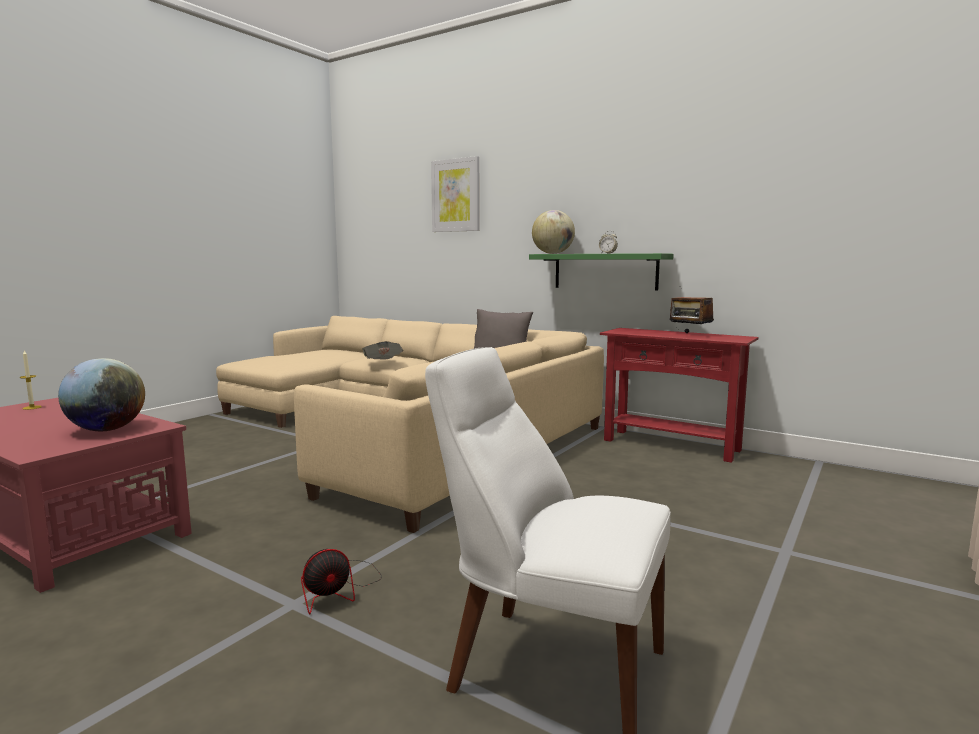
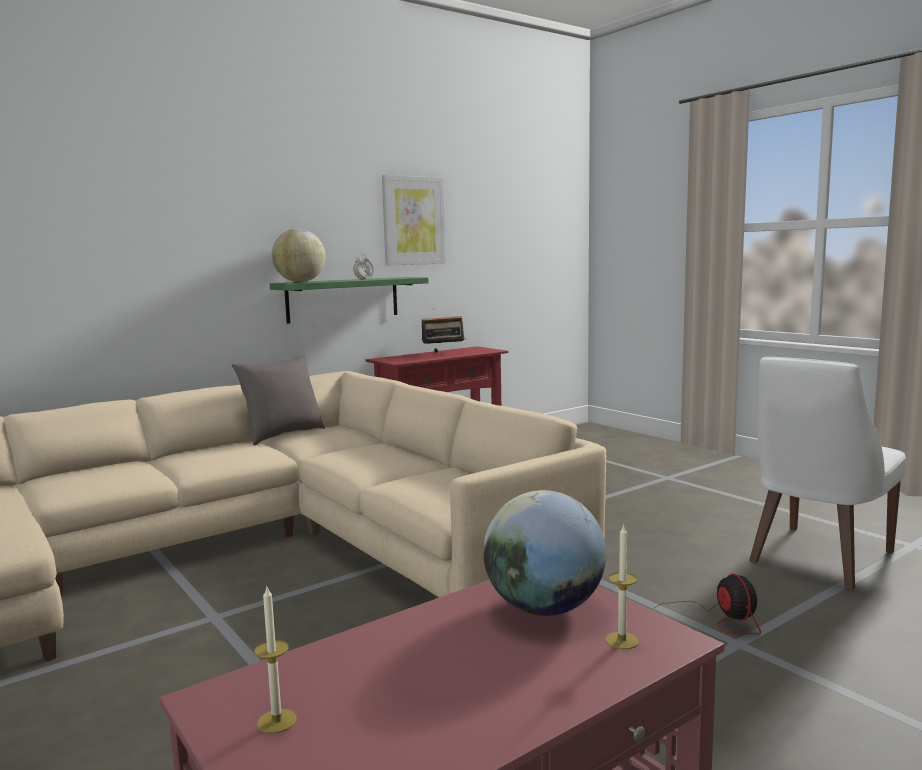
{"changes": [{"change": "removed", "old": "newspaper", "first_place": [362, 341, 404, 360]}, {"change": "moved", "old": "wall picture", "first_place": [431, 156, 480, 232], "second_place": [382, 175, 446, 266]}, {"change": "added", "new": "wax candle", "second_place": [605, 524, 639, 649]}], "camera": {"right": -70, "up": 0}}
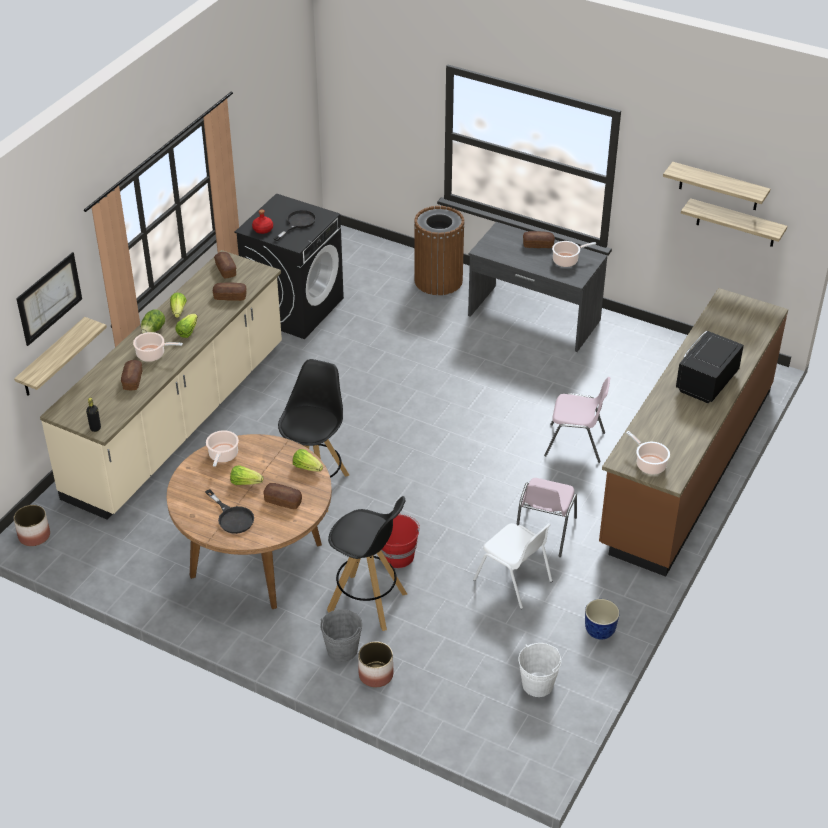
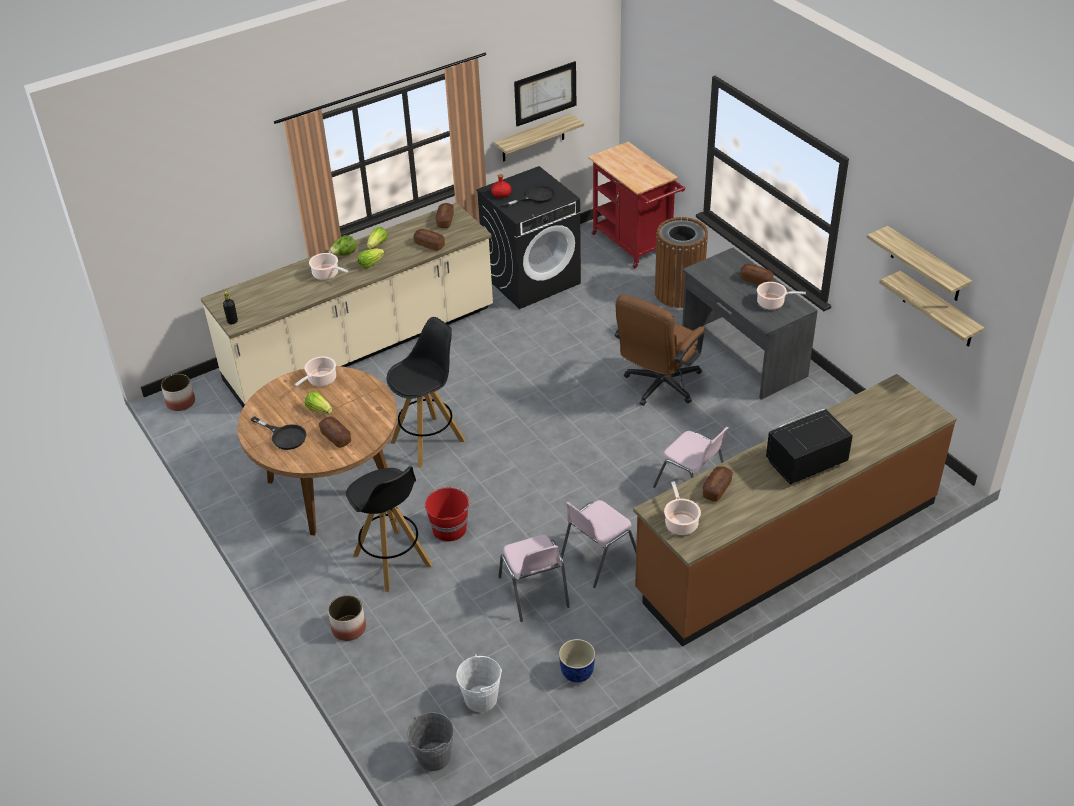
{"changes": [{"change": "moved", "old": "bracket shelf", "first_place": [14, 317, 107, 396], "second_place": [494, 114, 584, 162]}, {"change": "moved", "old": "wall picture", "first_place": [16, 252, 82, 346], "second_place": [514, 61, 576, 126]}, {"change": "moved", "old": "baked bread", "first_place": [121, 360, 142, 390], "second_place": [703, 466, 733, 502]}, {"change": "turned", "old": "black pan", "first_place": [205, 489, 254, 534], "second_place": [250, 416, 307, 450], "degrees": -45}, {"change": "removed", "old": "lettuce", "first_place": [293, 449, 323, 472]}, {"change": "moved", "old": "greyish bucket", "first_place": [320, 609, 362, 662], "second_place": [407, 712, 454, 771]}, {"change": "recoloured", "old": "white-coloured plain chair", "new": "pinkish plain chair", "first_place": [473, 523, 552, 609], "second_place": [499, 535, 570, 622]}, {"change": "added", "new": "reddish wheeled cart", "second_place": [588, 142, 685, 268]}, {"change": "added", "new": "brownish desk chair", "second_place": [615, 294, 704, 406]}], "camera": {"right": 30, "up": 0}}
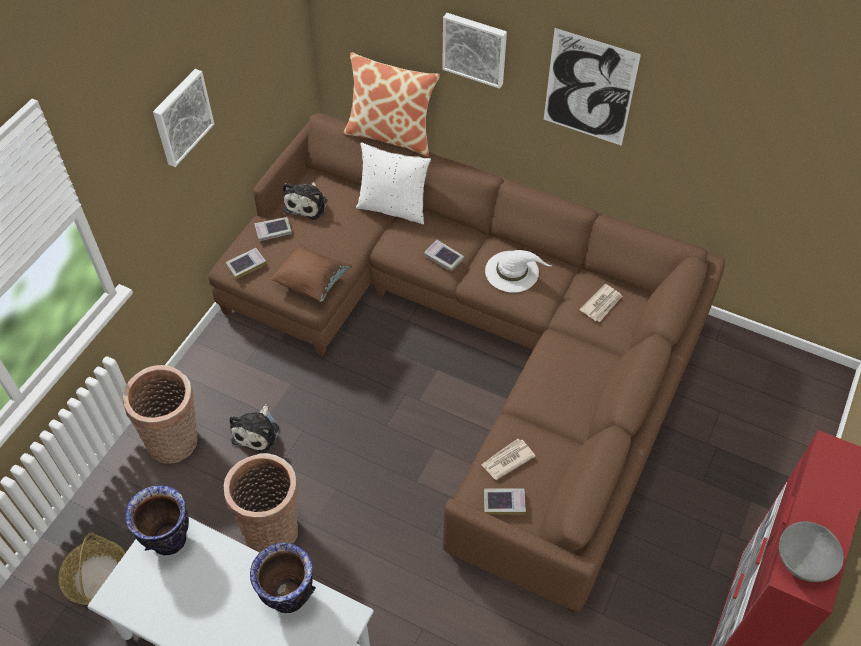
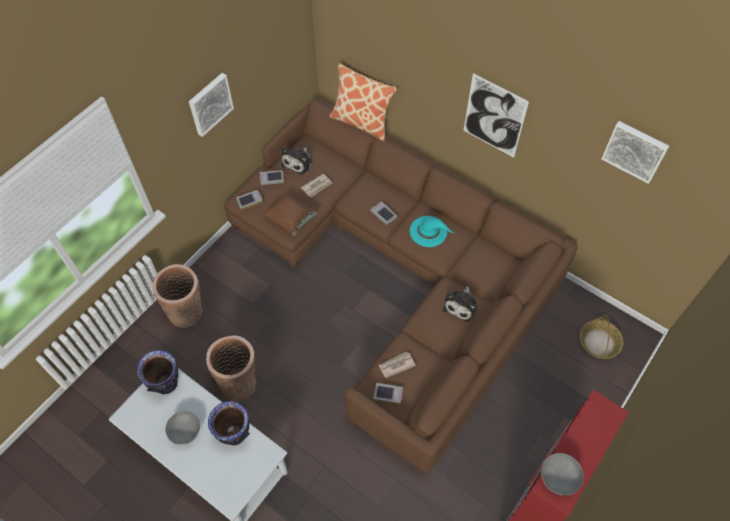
{"changes": [{"change": "moved", "old": "household basket", "first_place": [58, 532, 125, 605], "second_place": [580, 315, 623, 359]}, {"change": "moved", "old": "plush toy", "first_place": [229, 404, 279, 453], "second_place": [443, 286, 477, 322]}, {"change": "removed", "old": "white-coloured pillow", "first_place": [356, 142, 431, 224]}, {"change": "moved", "old": "wall picture", "first_place": [442, 13, 507, 89], "second_place": [601, 121, 669, 184]}, {"change": "recoloured", "old": "white-coloured clothing hat", "new": "turquoise-coloured clothing hat", "first_place": [485, 250, 551, 293], "second_place": [410, 216, 454, 247]}, {"change": "moved", "old": "newspaper", "first_place": [579, 284, 622, 322], "second_place": [301, 173, 332, 197]}, {"change": "added", "new": "greyish bowl", "second_place": [165, 411, 200, 445]}], "camera": {"right": 10, "up": 5}}
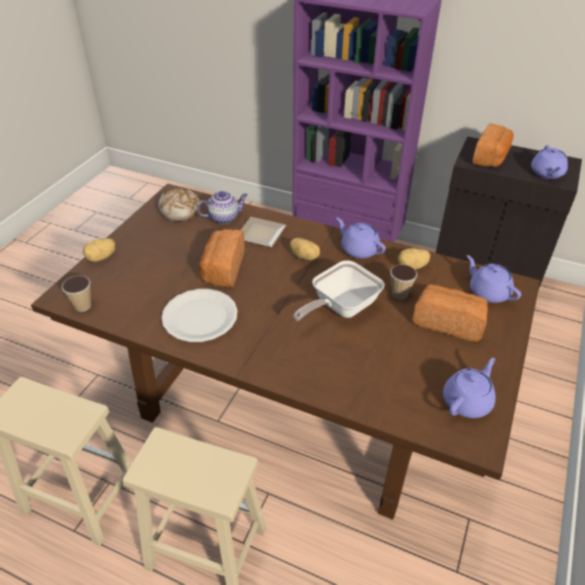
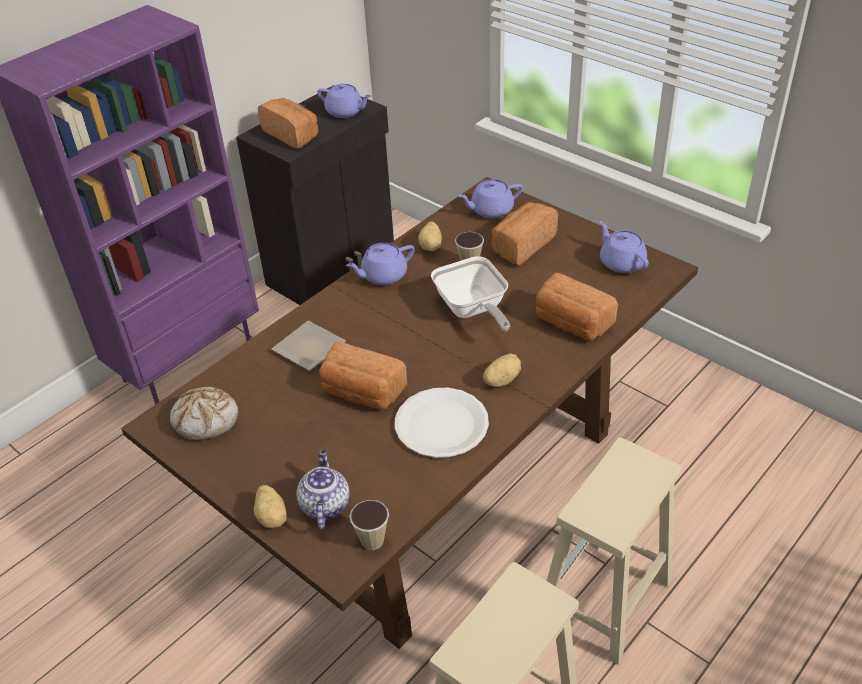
{"changes": [{"change": "moved", "old": "teapot", "first_place": [197, 191, 248, 224], "second_place": [297, 450, 350, 529]}, {"change": "moved", "old": "whole potato", "first_place": [290, 238, 320, 260], "second_place": [483, 353, 521, 387]}, {"change": "added", "new": "baked bread", "second_place": [536, 273, 618, 340]}], "camera": {"right": -70, "up": 0}}
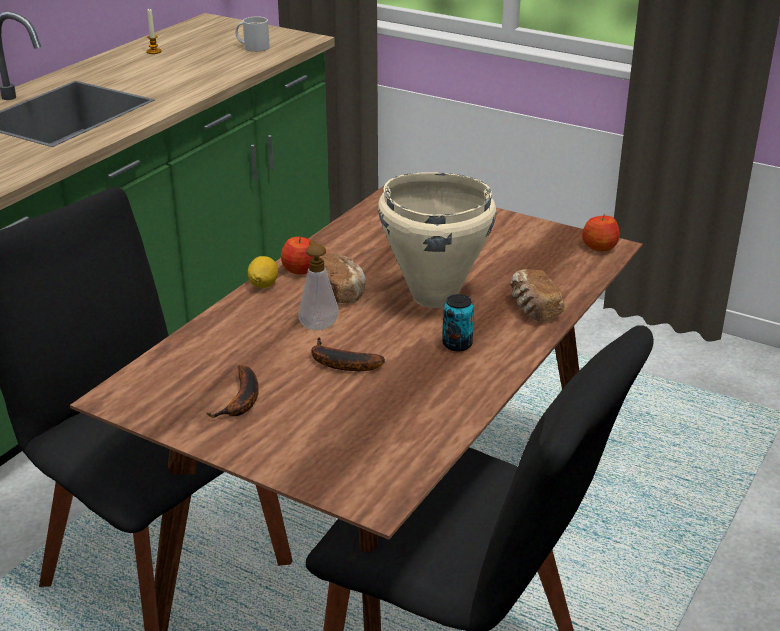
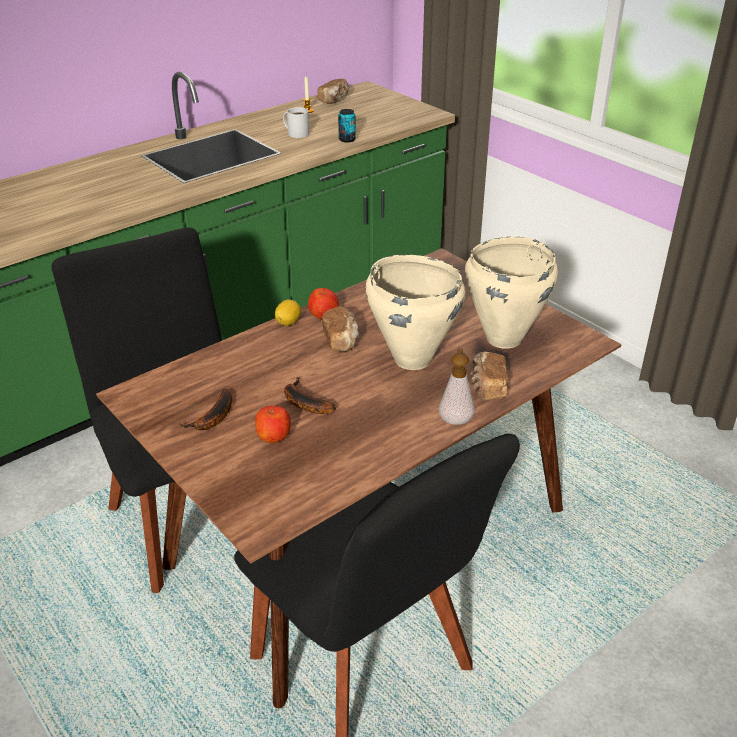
{"changes": [{"change": "moved", "old": "white-coloured tea mug", "first_place": [235, 16, 270, 52], "second_place": [283, 107, 309, 138]}, {"change": "moved", "old": "liquid soap bottle", "first_place": [298, 240, 339, 330], "second_place": [438, 348, 475, 425]}, {"change": "moved", "old": "can", "first_place": [442, 294, 474, 351], "second_place": [338, 109, 356, 143]}, {"change": "moved", "old": "apple fruit", "first_place": [582, 216, 620, 251], "second_place": [255, 406, 291, 443]}, {"change": "added", "new": "baked bread", "second_place": [317, 79, 349, 104]}, {"change": "added", "new": "beige stockpot", "second_place": [465, 237, 558, 349]}], "camera": {"right": 20, "up": 5}}
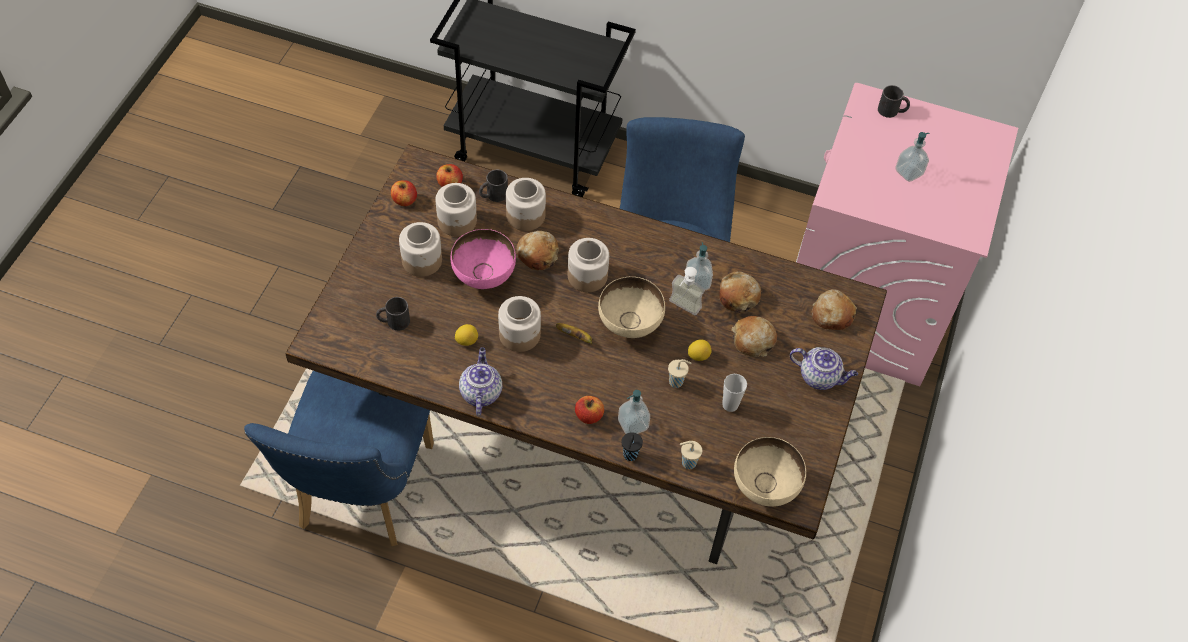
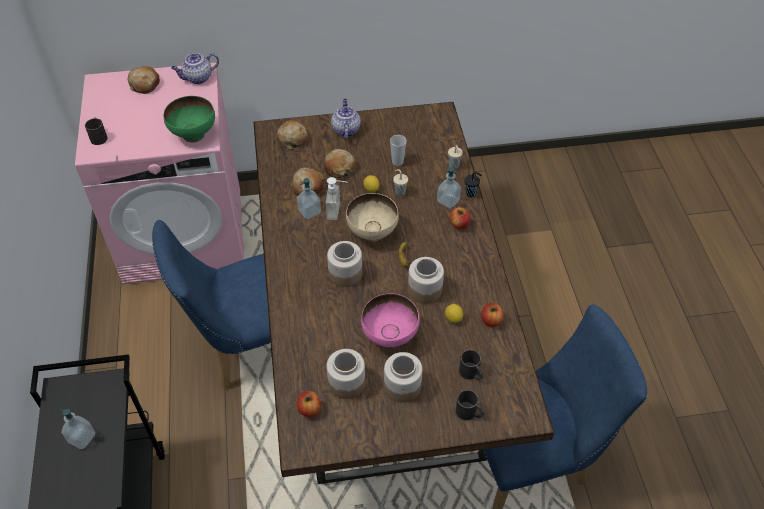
{"changes": [{"change": "moved", "old": "apple fruit", "first_place": [391, 180, 417, 206], "second_place": [481, 303, 504, 327]}, {"change": "moved", "old": "teapot", "first_place": [459, 347, 502, 416], "second_place": [171, 53, 219, 84]}, {"change": "moved", "old": "black tea mug", "first_place": [479, 170, 508, 202], "second_place": [456, 390, 484, 420]}, {"change": "removed", "old": "jar", "first_place": [506, 178, 546, 231]}, {"change": "moved", "old": "baked bread", "first_place": [516, 231, 559, 271], "second_place": [127, 66, 160, 94]}, {"change": "removed", "old": "beige bowl", "first_place": [734, 437, 806, 507]}, {"change": "moved", "old": "liquid soap bottle", "first_place": [895, 132, 929, 182], "second_place": [60, 409, 95, 449]}, {"change": "added", "new": "green bowl", "second_place": [164, 96, 215, 143]}], "camera": {"right": -115, "up": -5}}
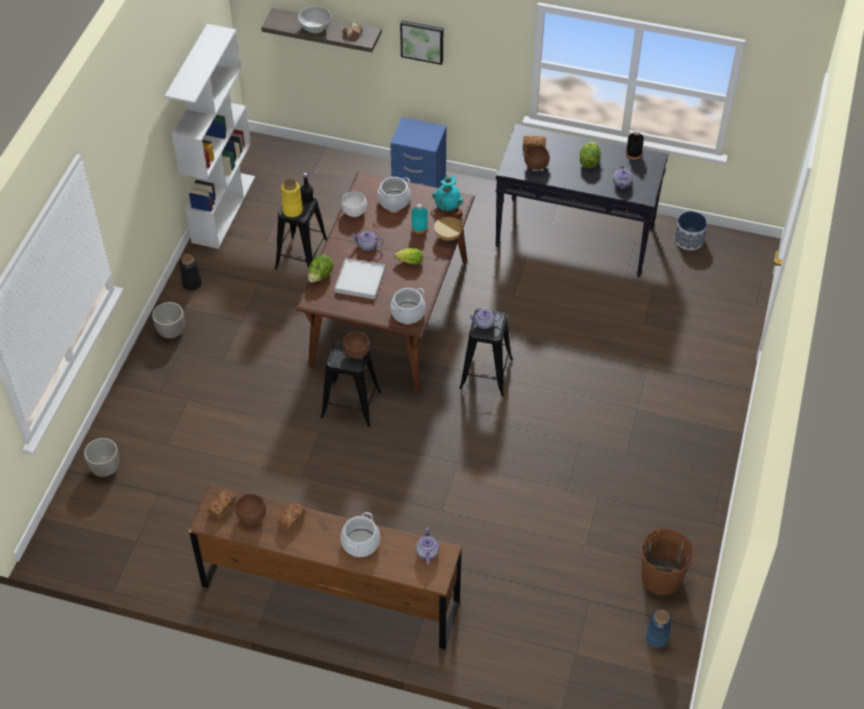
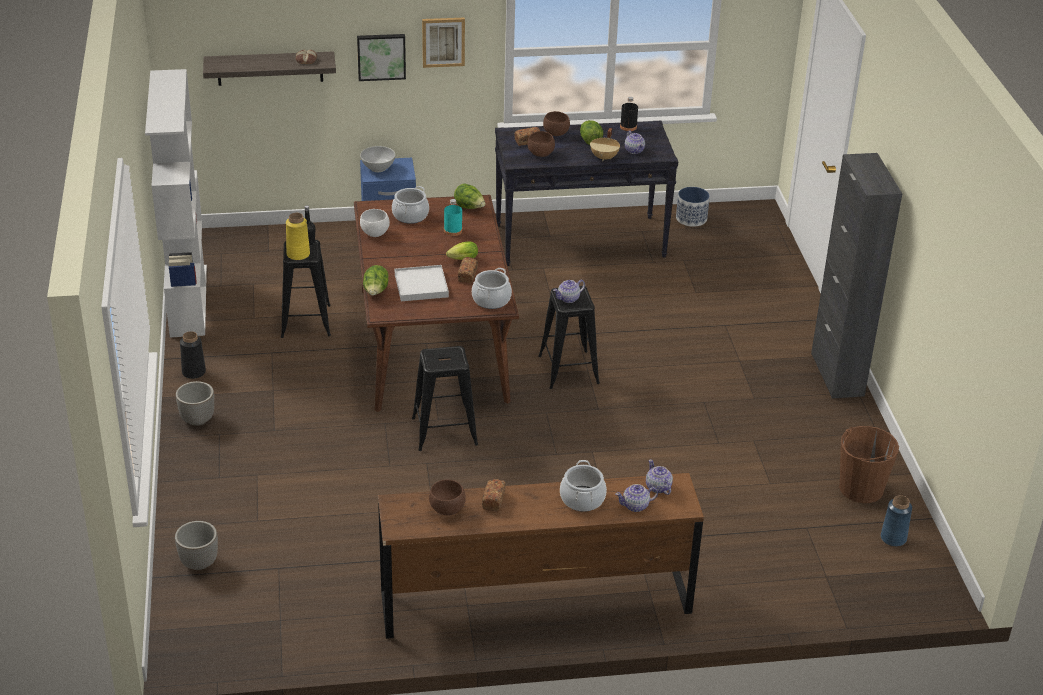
{"changes": [{"change": "moved", "old": "baked bread", "first_place": [208, 489, 236, 520], "second_place": [458, 257, 478, 283]}, {"change": "moved", "old": "white-coloured bowl", "first_place": [298, 6, 331, 33], "second_place": [360, 146, 396, 172]}, {"change": "moved", "old": "brownish bowl", "first_place": [343, 332, 370, 358], "second_place": [543, 111, 570, 136]}, {"change": "moved", "old": "teapot", "first_place": [351, 231, 384, 251], "second_place": [615, 484, 658, 512]}, {"change": "replaced", "old": "turquoise-coloured decorative vase", "new": "lettuce", "first_place": [432, 176, 463, 211], "second_place": [454, 183, 485, 209]}, {"change": "moved", "old": "beige stockpot", "first_place": [434, 210, 463, 241], "second_place": [590, 128, 620, 161]}, {"change": "added", "new": "wall picture", "second_place": [422, 18, 465, 68]}, {"change": "added", "new": "black cabinet", "second_place": [811, 153, 902, 399]}], "camera": {"right": -25, "up": -15}}
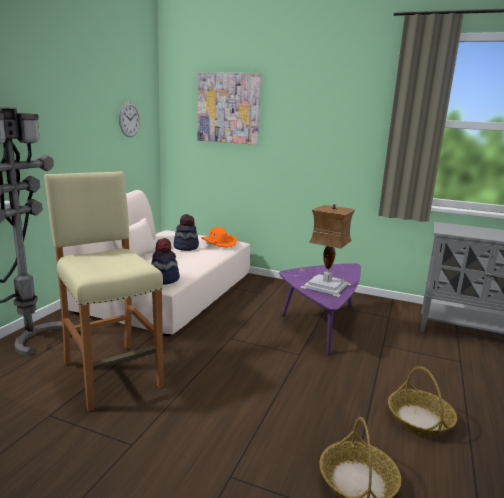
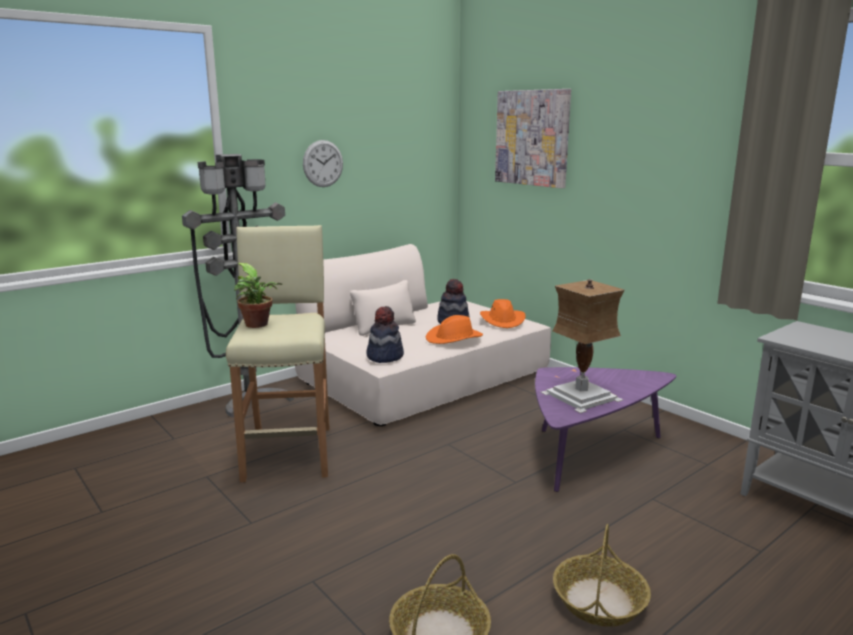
{"changes": [{"change": "moved", "old": "wall clock", "first_place": [119, 102, 140, 137], "second_place": [303, 140, 343, 187]}, {"change": "added", "new": "houseplant", "second_place": [234, 263, 282, 328]}, {"change": "added", "new": "orange clothing hat", "second_place": [426, 315, 483, 344]}], "camera": {"right": 30, "up": 0}}
